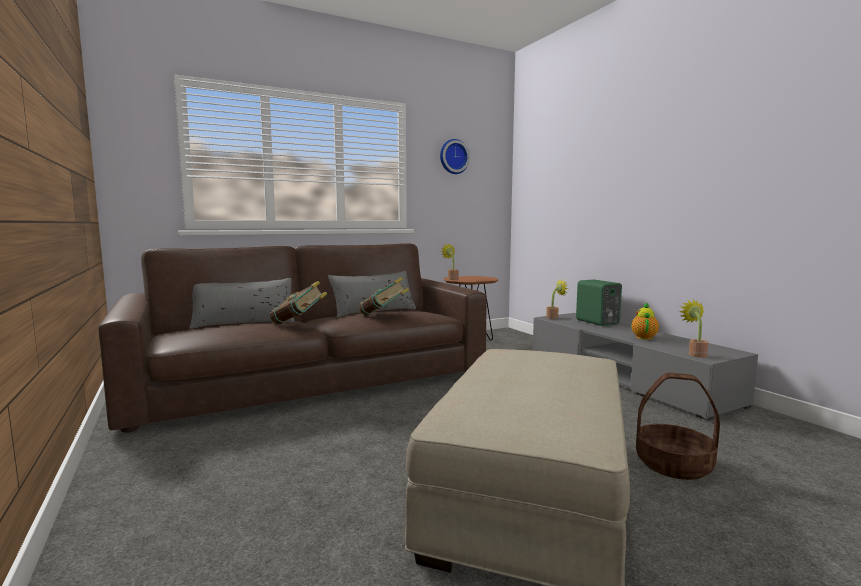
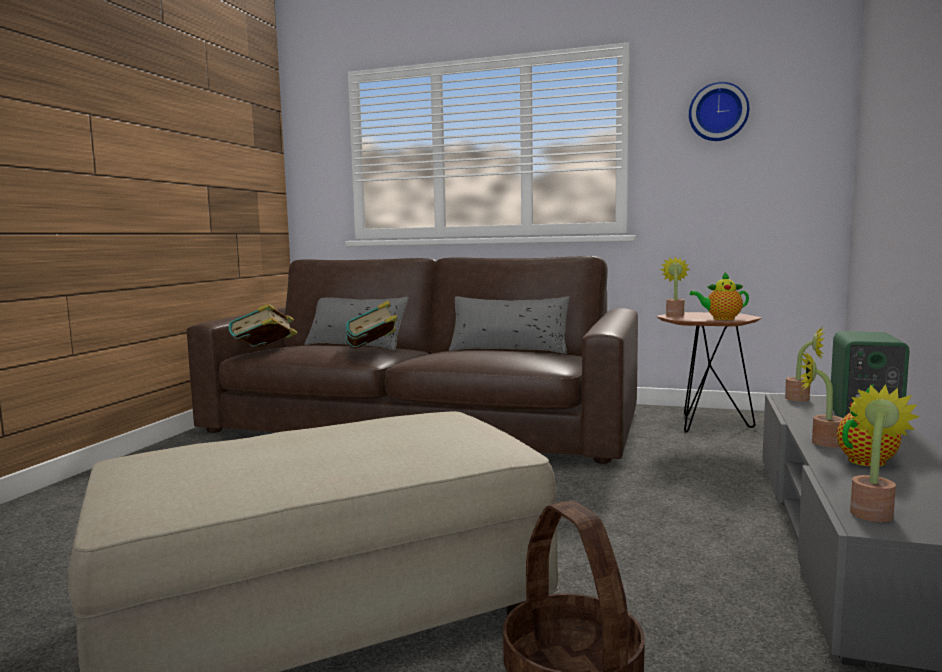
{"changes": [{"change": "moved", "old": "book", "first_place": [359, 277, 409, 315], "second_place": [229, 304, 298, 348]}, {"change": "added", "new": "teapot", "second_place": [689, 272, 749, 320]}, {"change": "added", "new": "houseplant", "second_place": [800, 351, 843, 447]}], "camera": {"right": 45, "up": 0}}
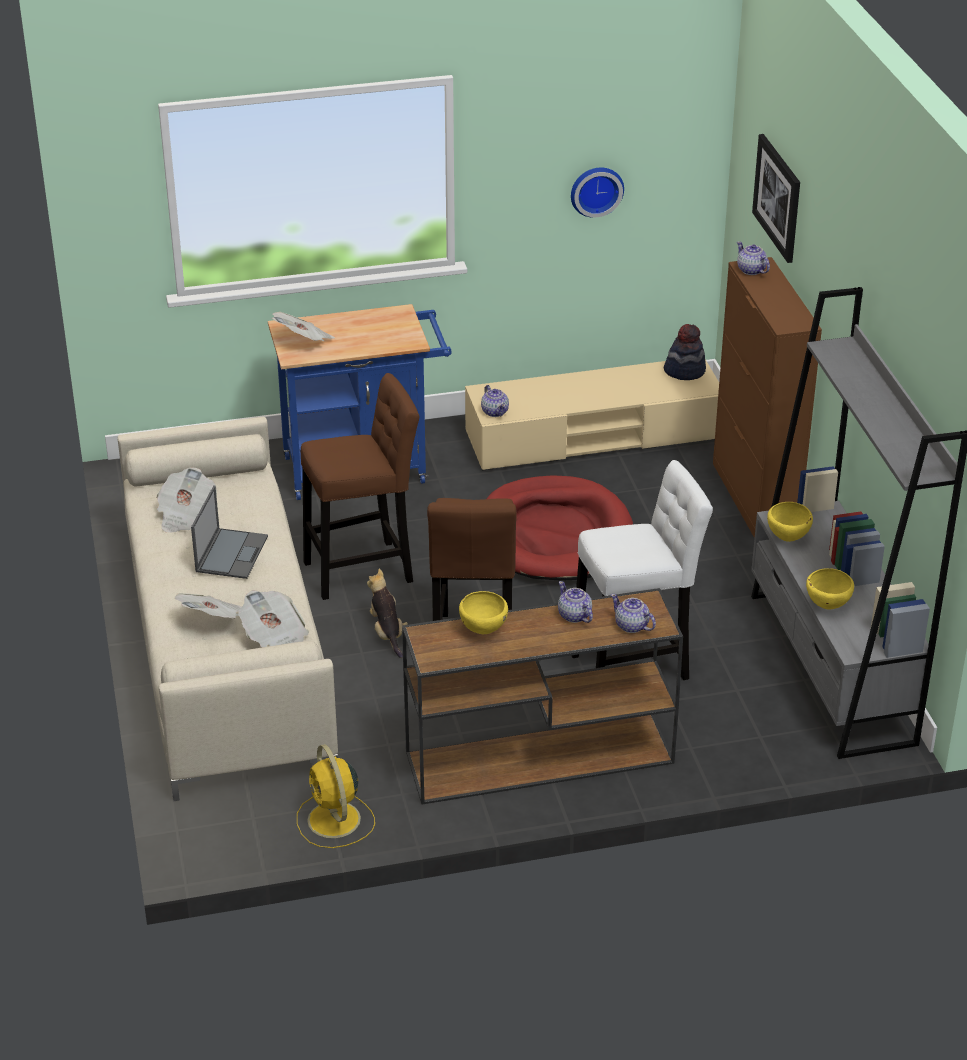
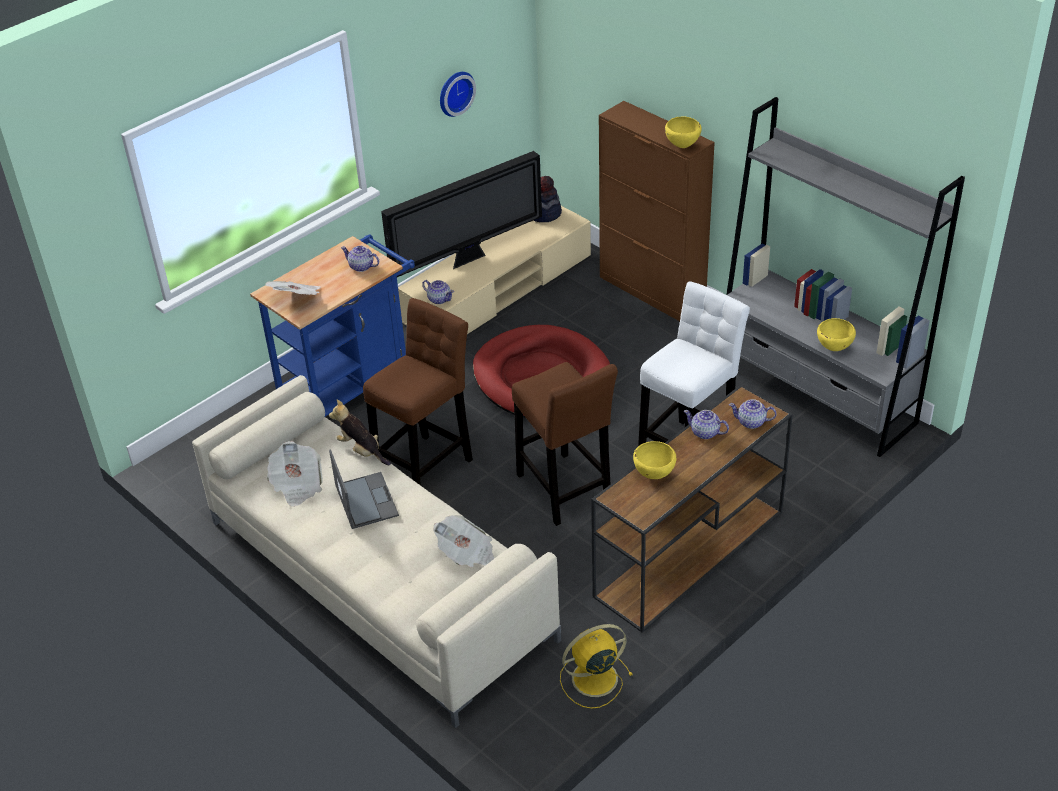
{"changes": [{"change": "removed", "old": "newspaper", "first_place": [175, 593, 242, 619]}, {"change": "turned", "old": "yellow-coloured electric fan", "first_place": [297, 744, 375, 848], "second_place": [560, 624, 633, 709], "degrees": 120}, {"change": "moved", "old": "plush toy", "first_place": [367, 569, 408, 658], "second_place": [329, 399, 391, 465]}, {"change": "moved", "old": "teapot", "first_place": [737, 241, 770, 275], "second_place": [341, 246, 379, 272]}, {"change": "removed", "old": "wall picture", "first_place": [752, 134, 800, 263]}, {"change": "moved", "old": "yellow-coloured bowl", "first_place": [767, 502, 813, 542], "second_place": [665, 117, 702, 148]}, {"change": "added", "new": "TV set", "second_place": [381, 151, 542, 277]}], "camera": {"right": -30, "up": 5}}
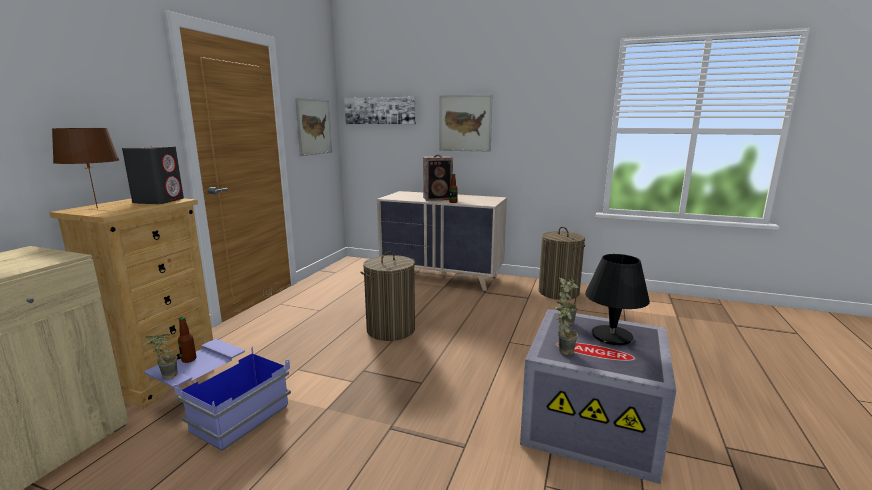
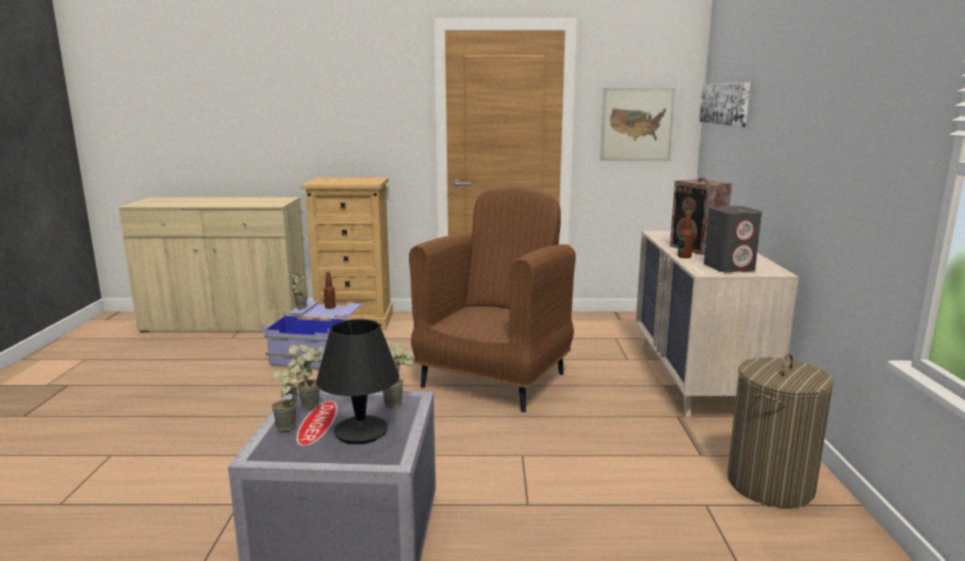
{"changes": [{"change": "removed", "old": "brownish lamp for a table", "first_place": [52, 128, 119, 209]}, {"change": "moved", "old": "greyish loudspeaker", "first_place": [122, 146, 184, 204], "second_place": [704, 206, 762, 272]}, {"change": "replaced", "old": "washing basket", "new": "brownish easy chair", "first_place": [360, 251, 415, 341], "second_place": [409, 186, 576, 412]}, {"change": "removed", "old": "wall picture", "first_place": [439, 95, 492, 152]}, {"change": "added", "new": "houseplant", "second_place": [270, 358, 300, 432]}], "camera": {"right": 70, "up": 0}}
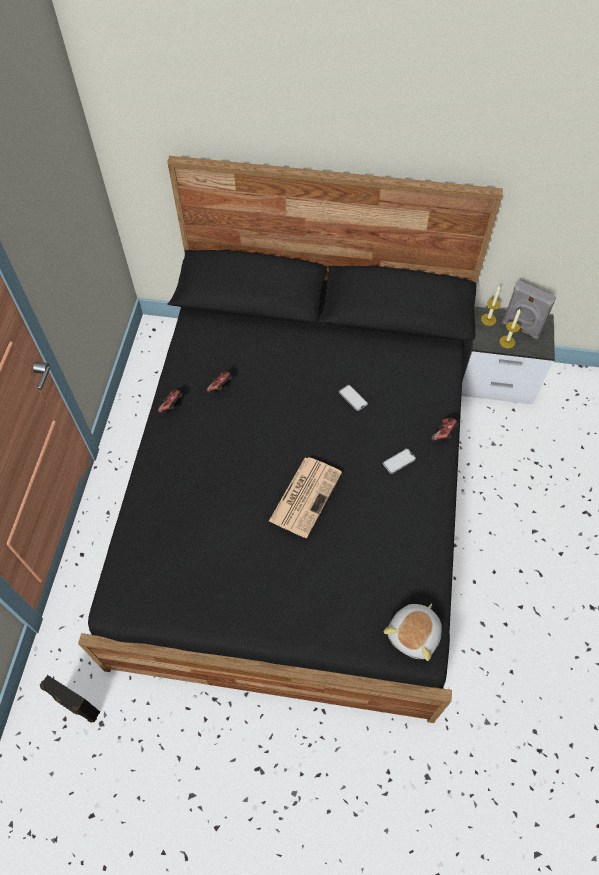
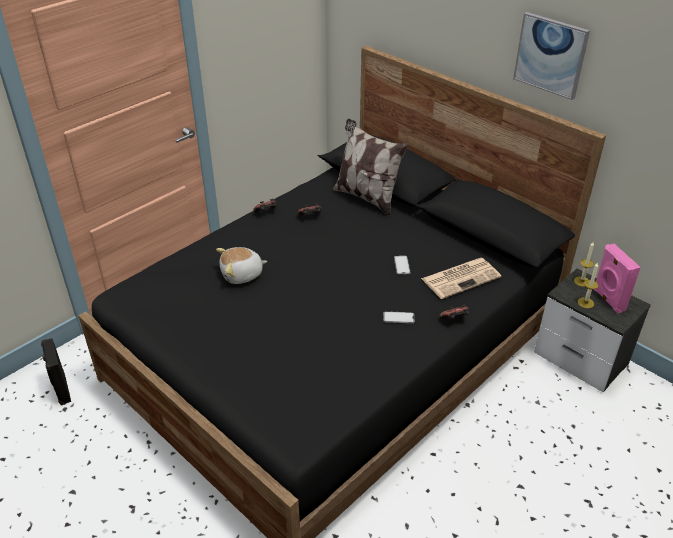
{"changes": [{"change": "moved", "old": "newspaper", "first_place": [269, 457, 342, 538], "second_place": [421, 258, 501, 299]}, {"change": "moved", "old": "plush toy", "first_place": [384, 603, 442, 661], "second_place": [216, 247, 267, 284]}, {"change": "recoloured", "old": "greyish loudspeaker", "new": "pinkish loudspeaker", "first_place": [502, 280, 556, 340], "second_place": [594, 244, 641, 314]}, {"change": "added", "new": "pillow", "second_place": [333, 119, 408, 216]}, {"change": "added", "new": "wall picture", "second_place": [513, 12, 590, 100]}], "camera": {"right": 35, "up": -20}}
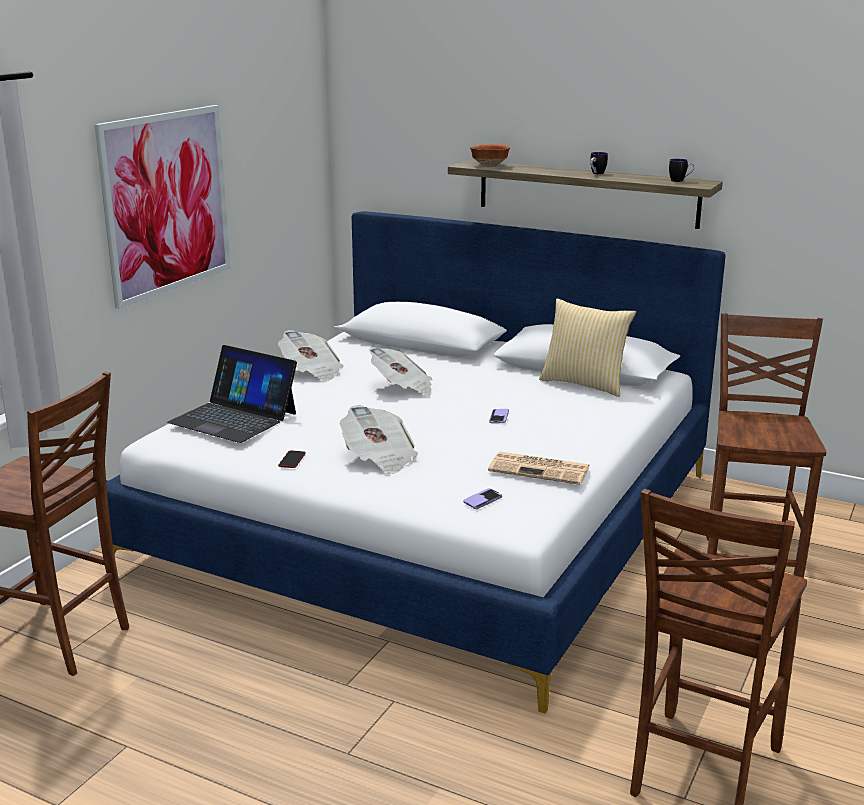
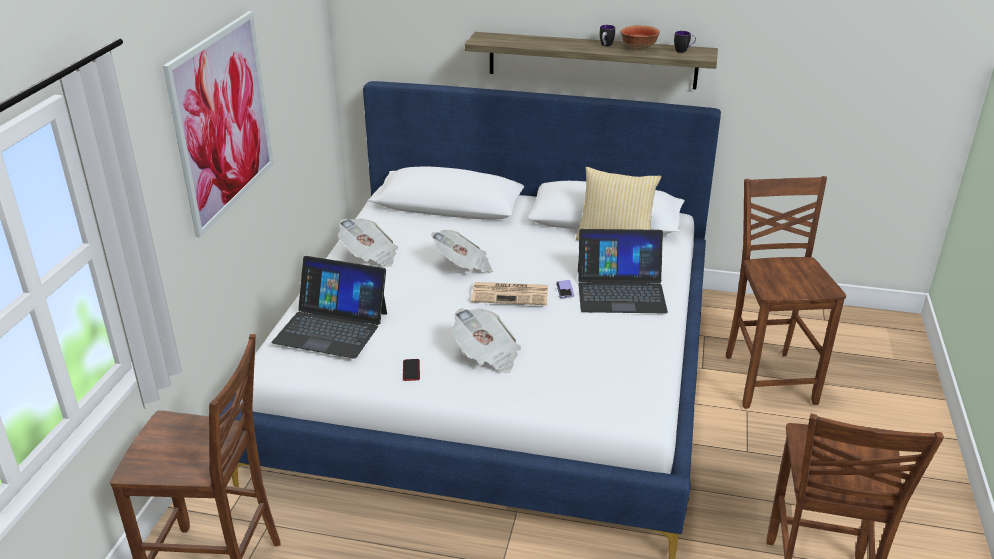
{"changes": [{"change": "removed", "old": "handset", "first_place": [464, 488, 502, 509]}, {"change": "moved", "old": "bowl", "first_place": [470, 144, 510, 167], "second_place": [620, 25, 660, 51]}, {"change": "moved", "old": "newspaper", "first_place": [488, 452, 590, 485], "second_place": [471, 282, 548, 305]}, {"change": "added", "new": "notebook computer", "second_place": [578, 229, 668, 313]}], "camera": {"right": -15, "up": 10}}
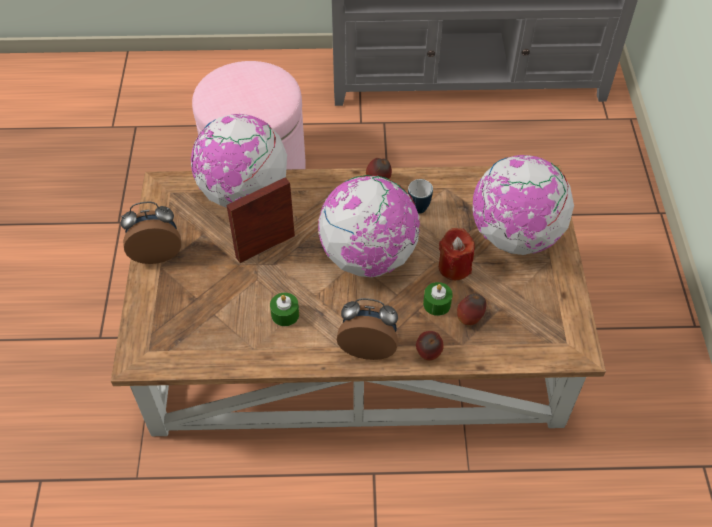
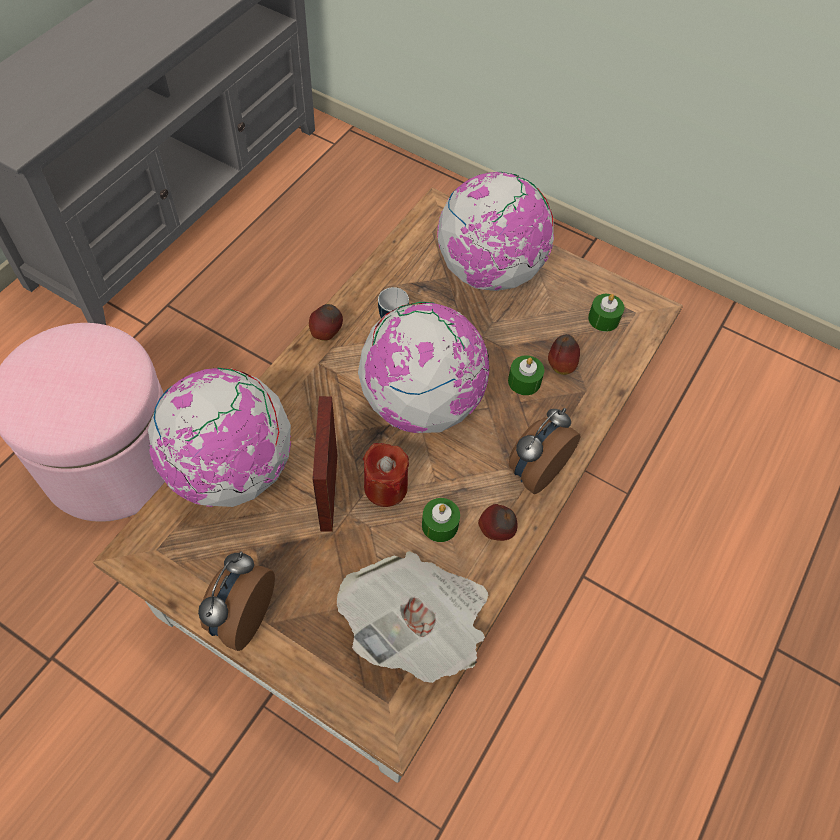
{"changes": [{"change": "moved", "old": "apple fruit", "first_place": [416, 331, 444, 360], "second_place": [478, 504, 518, 541]}, {"change": "moved", "old": "reddish wax candle", "first_place": [439, 228, 475, 280], "second_place": [363, 443, 409, 507]}, {"change": "added", "new": "newspaper", "second_place": [337, 551, 488, 683]}, {"change": "added", "new": "green wax candle", "second_place": [588, 294, 624, 332]}], "camera": {"right": -60, "up": 5}}
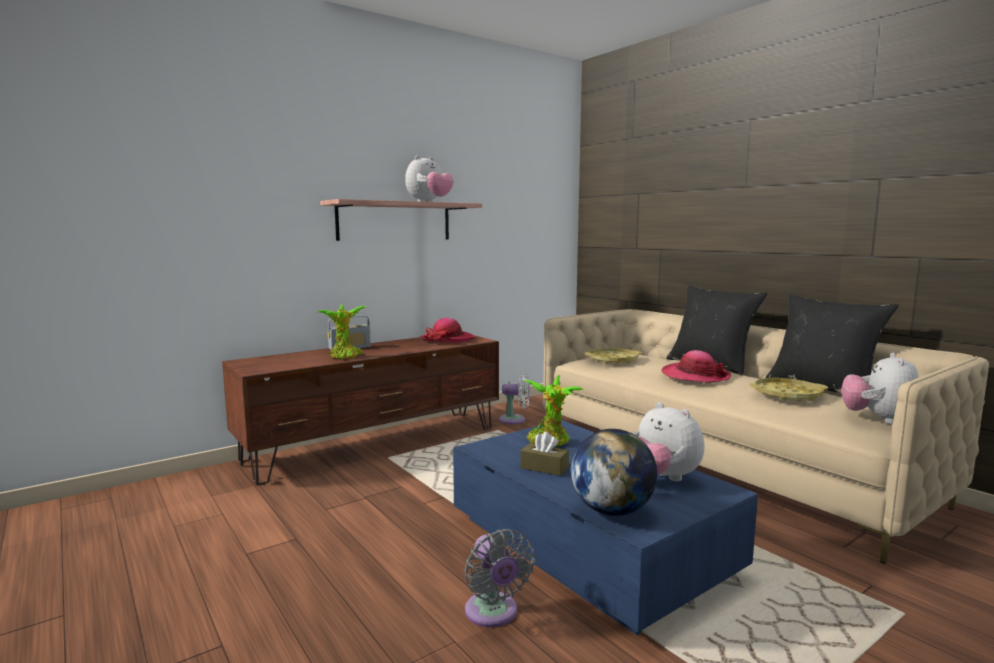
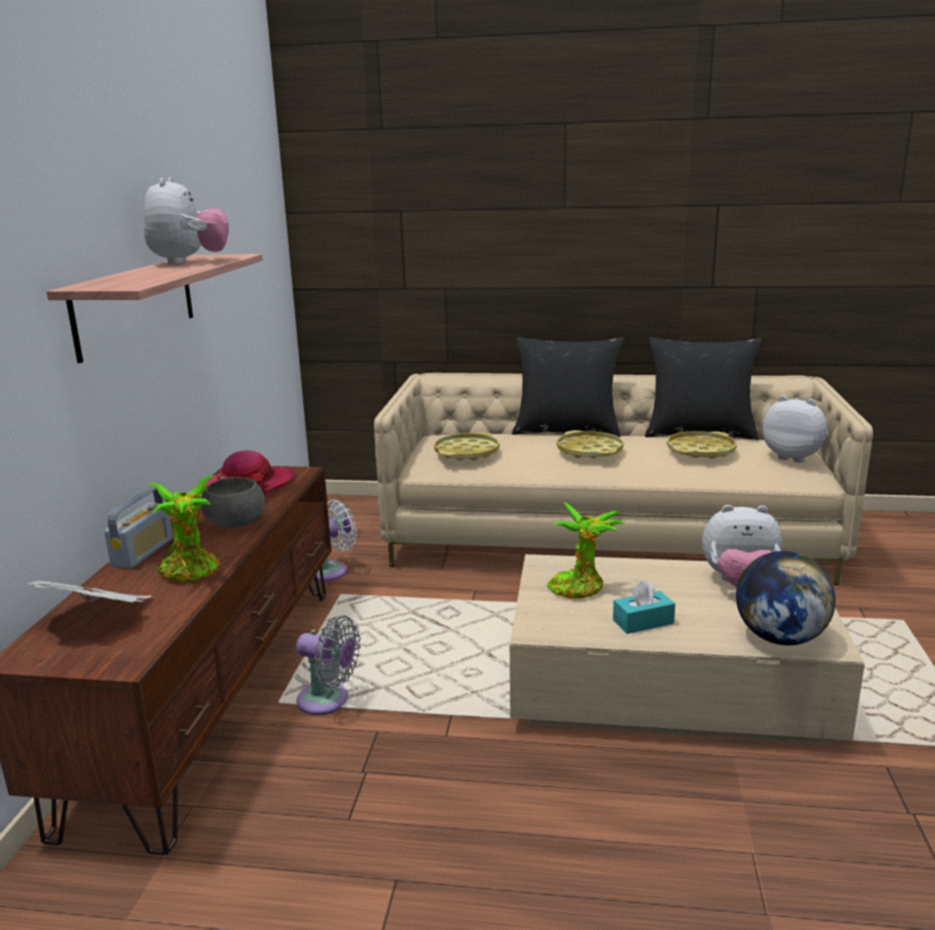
{"changes": [{"change": "recoloured", "old": "blue-coloured low table", "new": "beige low table", "first_place": [453, 420, 758, 635], "second_place": [510, 554, 865, 745]}, {"change": "moved", "old": "greyish electric fan", "first_place": [465, 529, 535, 628], "second_place": [296, 616, 361, 715]}, {"change": "recoloured", "old": "brownish tissue holder", "new": "turquoise-coloured tissue holder", "first_place": [520, 432, 569, 476], "second_place": [613, 580, 675, 634]}, {"change": "replaced", "old": "clothing hat", "new": "yellow-coloured carrying tray", "first_place": [661, 350, 731, 382], "second_place": [556, 430, 624, 459]}, {"change": "turned", "old": "plush toy", "first_place": [841, 353, 919, 425], "second_place": [762, 396, 827, 463], "degrees": 150}, {"change": "added", "new": "newspaper", "second_place": [28, 581, 152, 603]}, {"change": "added", "new": "greyish bowl", "second_place": [201, 477, 265, 528]}], "camera": {"right": -45, "up": 10}}
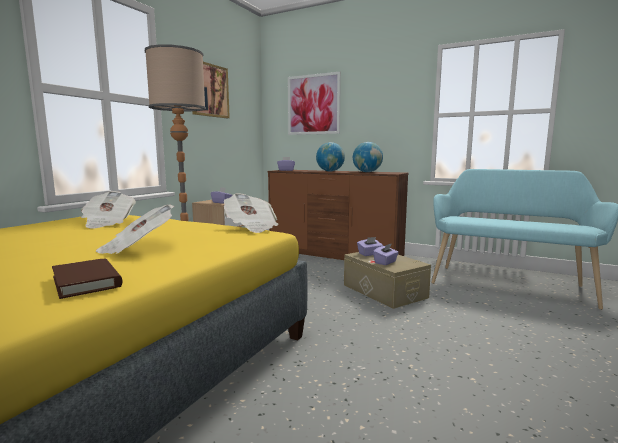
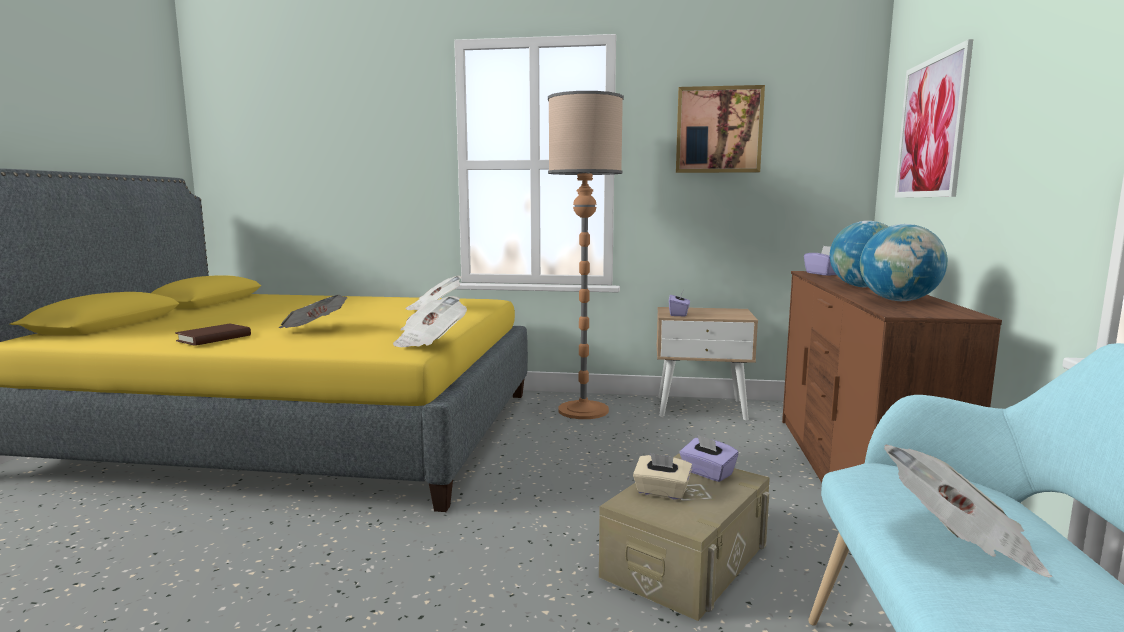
{"changes": [{"change": "recoloured", "old": "purple tissue holder", "new": "beige tissue holder", "first_place": [373, 243, 399, 265], "second_place": [633, 453, 692, 500]}, {"change": "added", "new": "newspaper", "second_place": [884, 445, 1052, 577]}], "camera": {"right": 70, "up": 0}}
